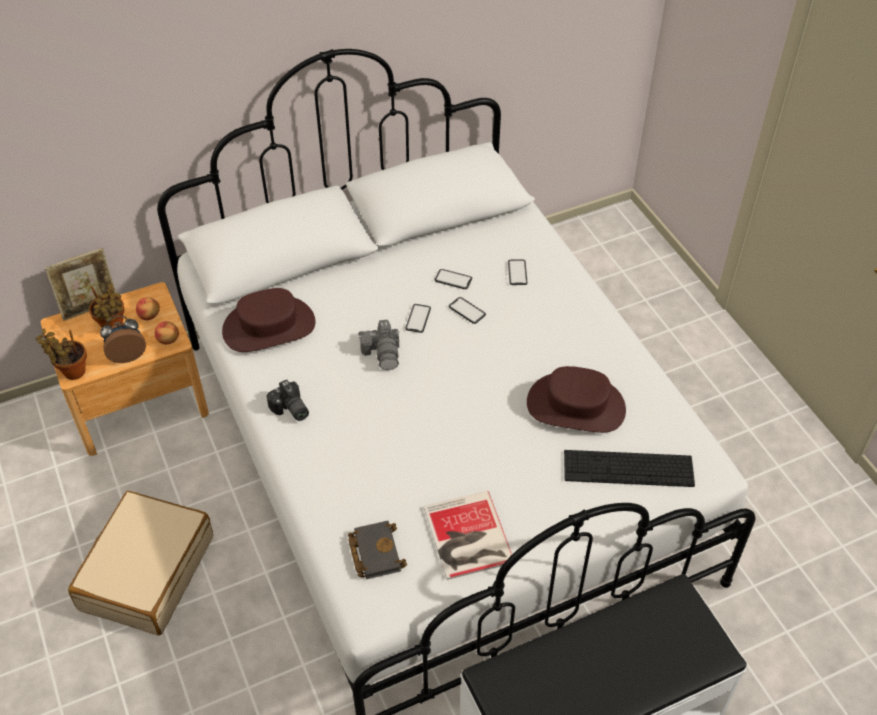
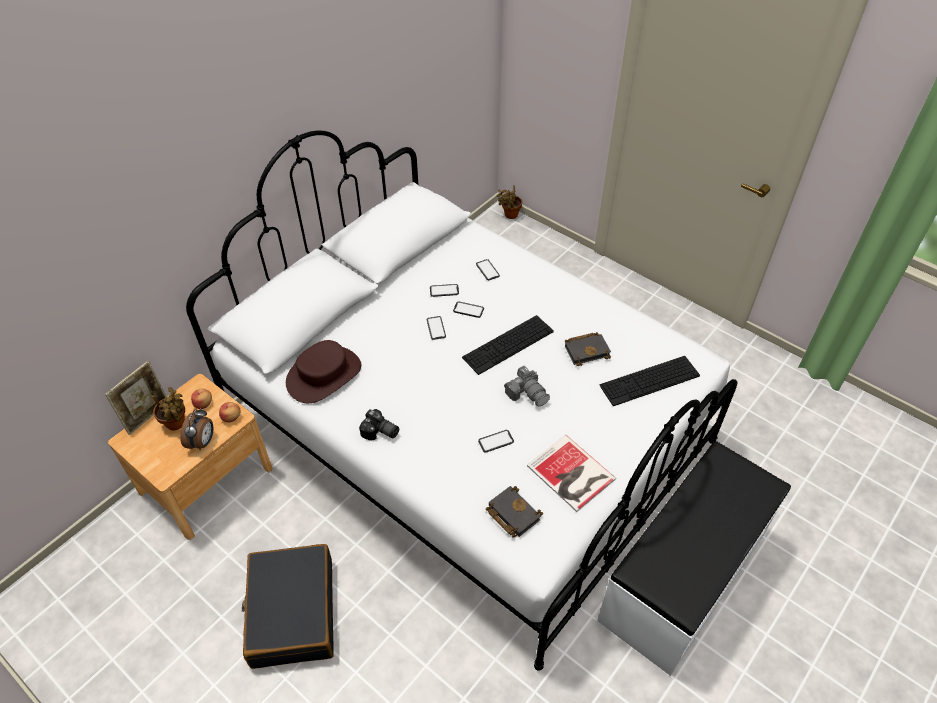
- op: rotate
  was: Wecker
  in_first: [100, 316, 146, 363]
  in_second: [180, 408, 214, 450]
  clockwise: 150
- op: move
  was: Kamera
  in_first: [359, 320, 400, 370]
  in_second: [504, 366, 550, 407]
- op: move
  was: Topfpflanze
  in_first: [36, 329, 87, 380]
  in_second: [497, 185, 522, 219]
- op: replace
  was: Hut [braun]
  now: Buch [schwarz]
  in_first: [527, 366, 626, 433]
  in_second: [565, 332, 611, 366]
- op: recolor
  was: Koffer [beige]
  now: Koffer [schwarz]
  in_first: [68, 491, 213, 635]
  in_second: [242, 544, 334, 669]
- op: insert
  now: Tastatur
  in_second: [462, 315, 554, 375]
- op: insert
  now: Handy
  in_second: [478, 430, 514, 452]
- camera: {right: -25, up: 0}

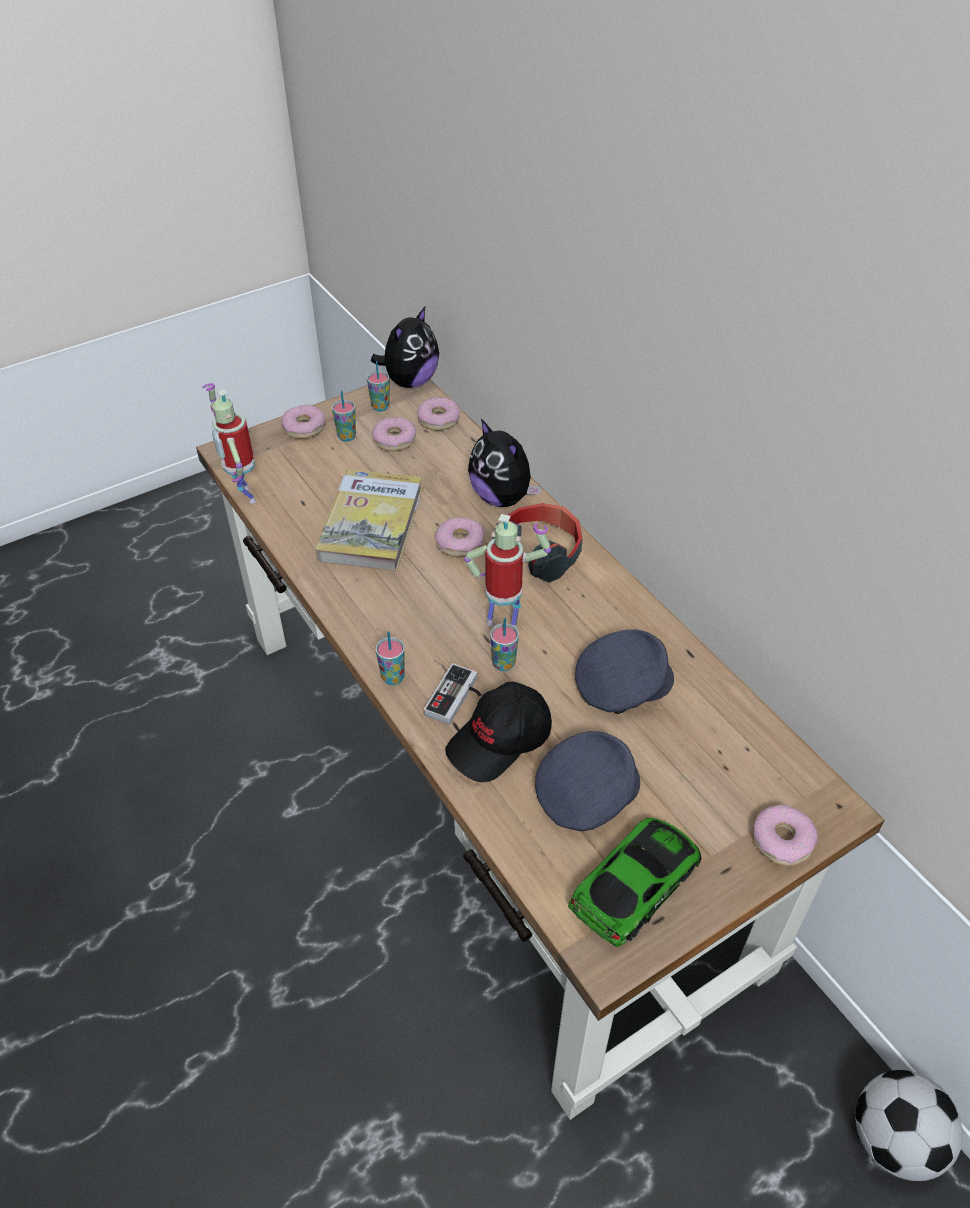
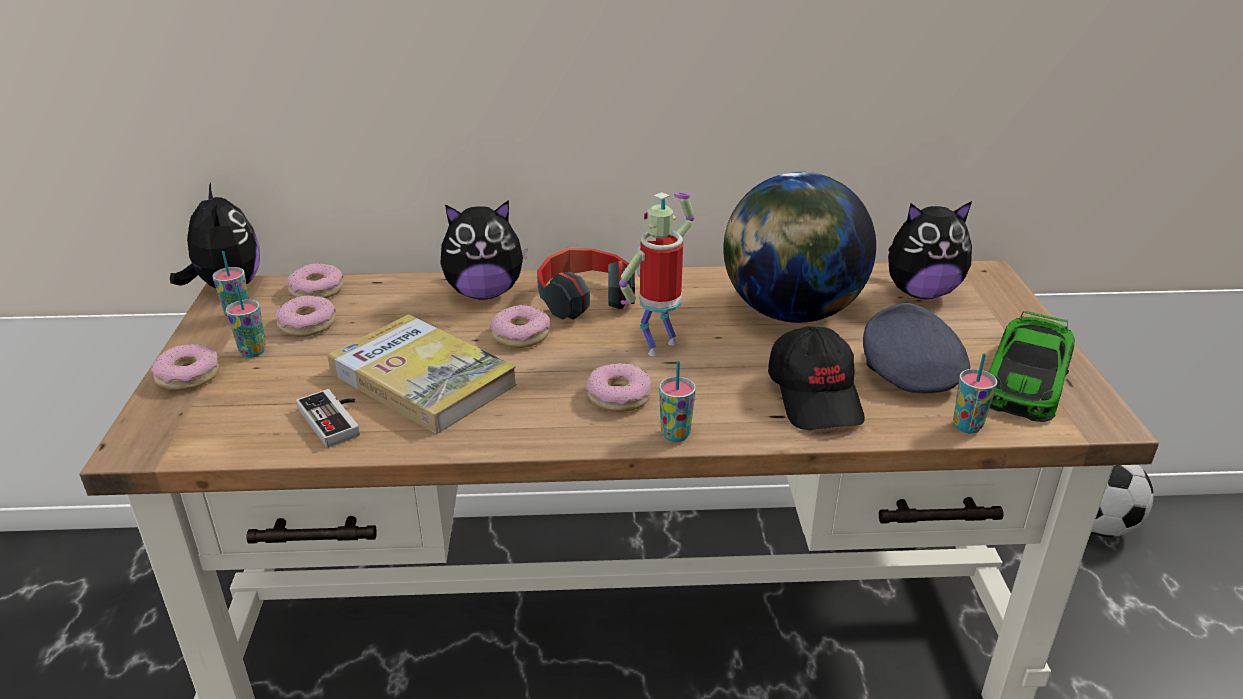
- op: delete
  was: Spielzeugroboter
  in_first: [202, 383, 256, 504]
- op: move
  was: Tasse
  in_first: [490, 617, 519, 671]
  in_second: [953, 353, 997, 434]
- op: replace
  was: Kappe [grau]
  now: Globus
  in_first: [575, 629, 674, 714]
  in_second: [723, 172, 876, 323]
- op: move
  was: Gamepad
  in_first: [424, 663, 481, 725]
  in_second: [296, 389, 360, 448]
- op: move
  was: Donut
  in_first: [753, 805, 817, 866]
  in_second: [586, 363, 651, 412]
- op: rotate
  was: Spielzeugauto
  in_first: [568, 818, 702, 947]
  in_second: [989, 310, 1075, 422]
  clockwise: -135
- op: insert
  now: Plüschtier
  in_second: [888, 201, 972, 299]
- camera: {right: -60, up: -15}

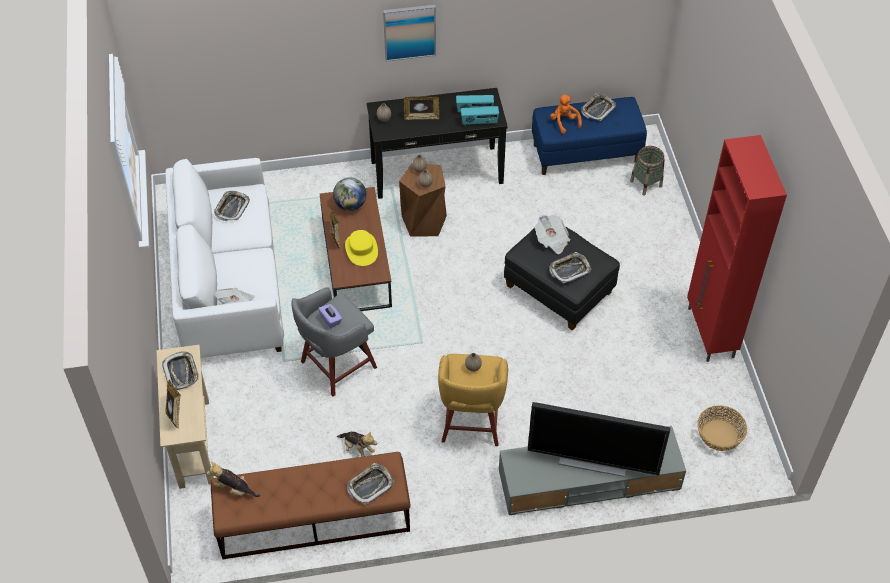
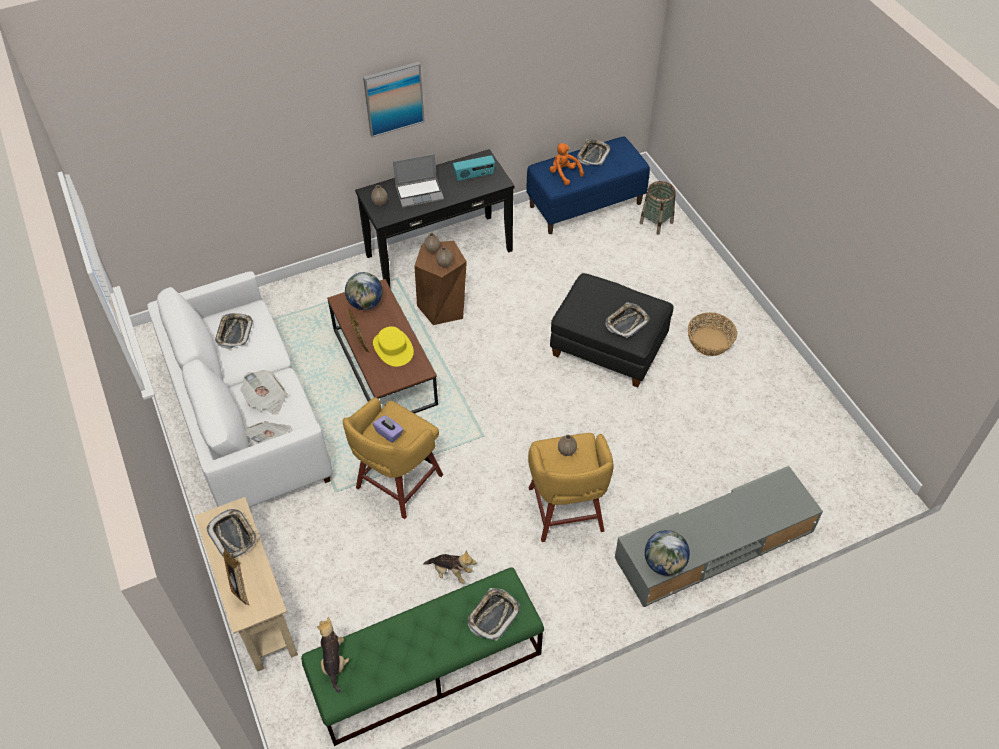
- op: replace
  was: Bilderrahmen
  now: Laptop
  in_first: [404, 96, 439, 120]
  in_second: [393, 154, 444, 208]
- op: delete
  was: Radio
  in_first: [461, 106, 499, 126]
- op: delete
  was: Schrank [rot]
  in_first: [687, 135, 787, 362]
- op: move
  was: Zeitung
  in_first: [535, 215, 570, 254]
  in_second: [241, 370, 288, 415]
- op: recolor
  was: Hocker [grau]
  now: Hocker [gelb]
  in_first: [291, 287, 377, 397]
  in_second: [343, 397, 443, 519]
- op: delete
  was: Fernseher
  in_first: [528, 402, 670, 477]
- op: move
  was: Korb
  in_first: [697, 406, 747, 451]
  in_second: [688, 312, 737, 356]
- op: recolor
  was: Bank [braun]
  now: Bank [grün]
  in_first: [211, 452, 411, 560]
  in_second: [301, 567, 544, 746]
- op: rotate
  was: Plüschtier
  in_first: [207, 462, 260, 497]
  in_second: [317, 617, 349, 693]
  clockwise: 75
- op: insert
  now: Globus
  in_second: [645, 530, 690, 576]
- camera: {right: -15, up: 0}

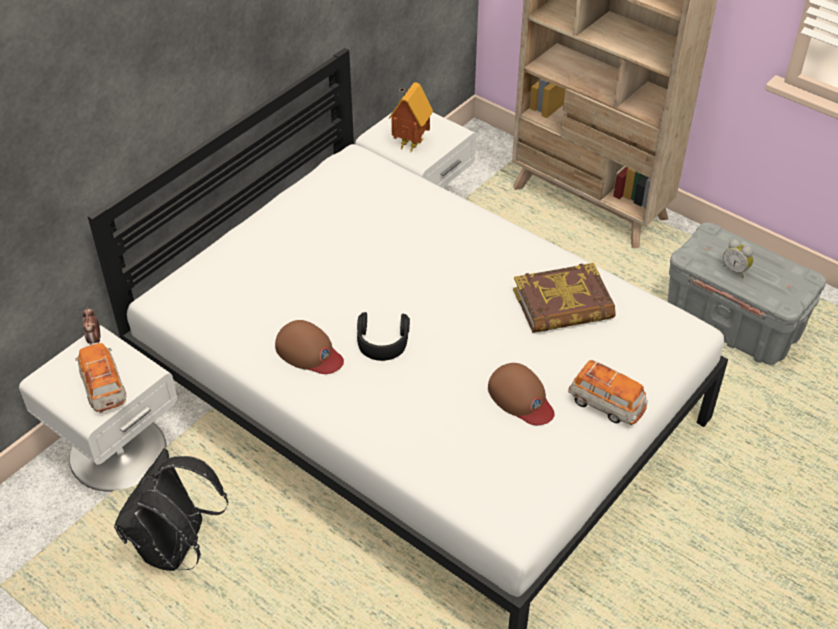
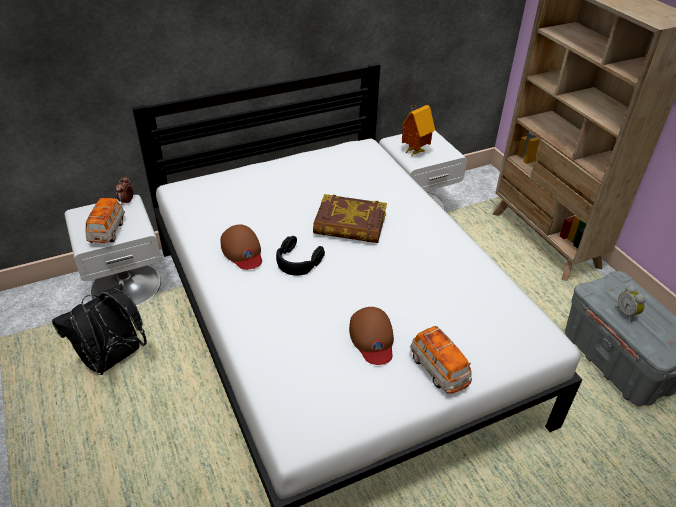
- op: move
  was: Buch
  in_first: [513, 263, 616, 333]
  in_second: [313, 194, 387, 243]
- camera: {right: 25, up: -5}

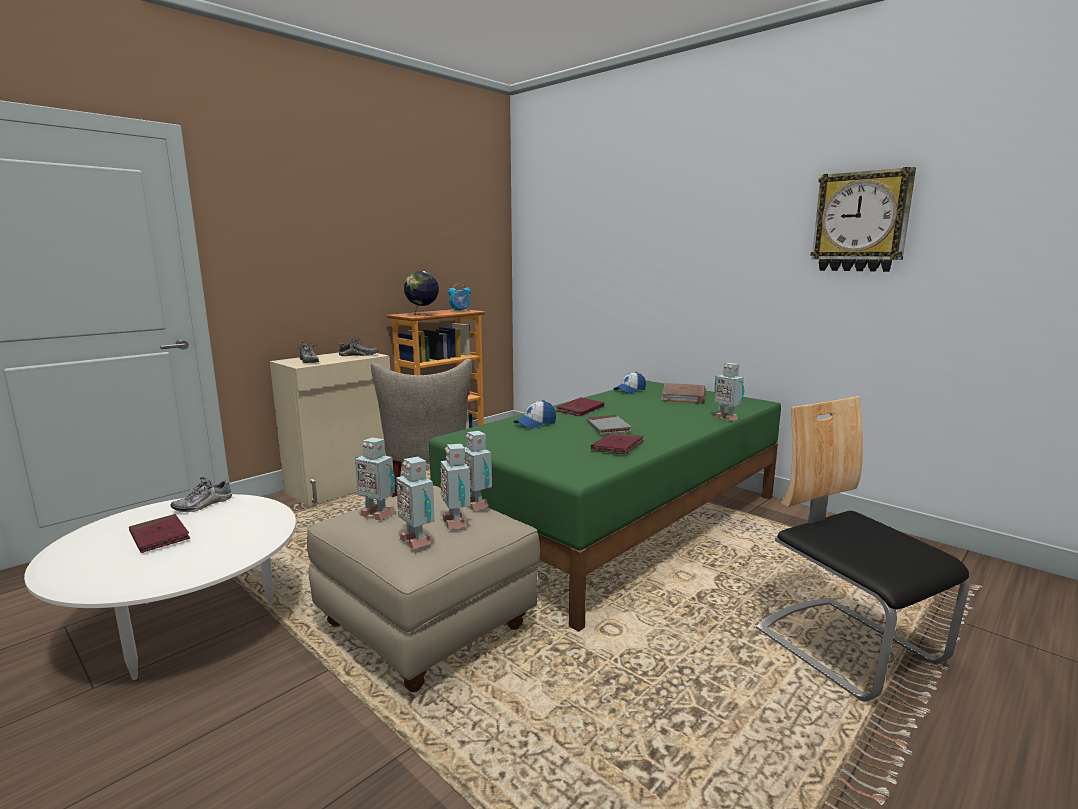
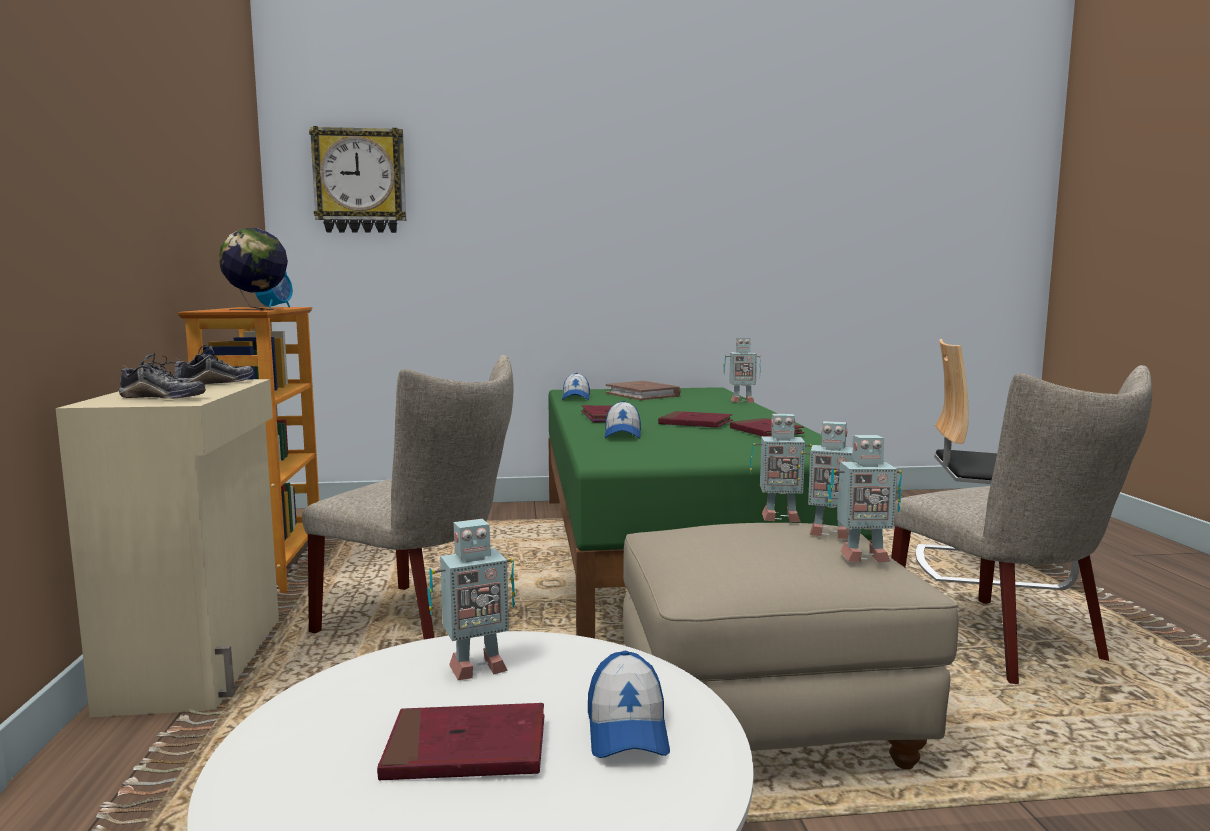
- op: move
  was: Wanduhr
  in_first: [811, 167, 916, 272]
  in_second: [309, 126, 406, 233]
- op: recolor
  was: Buch [grau]
  now: Buch [rot]
  in_first: [586, 415, 632, 434]
  in_second: [658, 411, 733, 428]
- op: move
  was: Spielzeugroboter
  in_first: [355, 437, 395, 521]
  in_second: [427, 519, 515, 680]
- op: delete
  was: Schuh
  in_first: [170, 477, 232, 512]
- op: insert
  now: Stuhl [beige]
  in_second: [891, 365, 1152, 684]
- op: insert
  now: Kappe
  in_second: [588, 651, 670, 758]
- camera: {right: -50, up: -5}

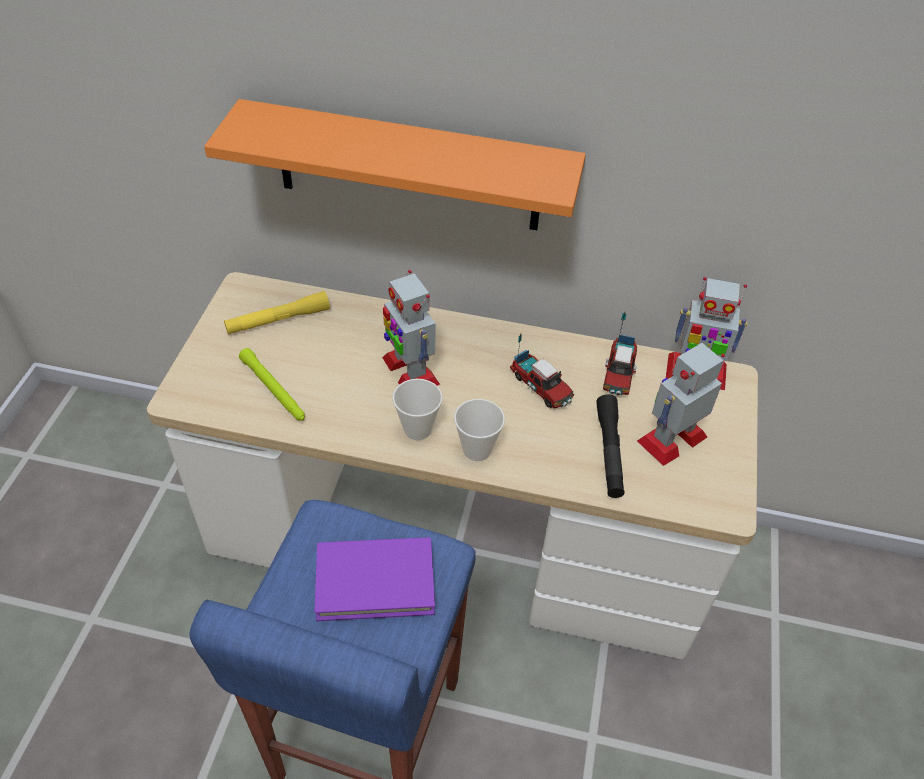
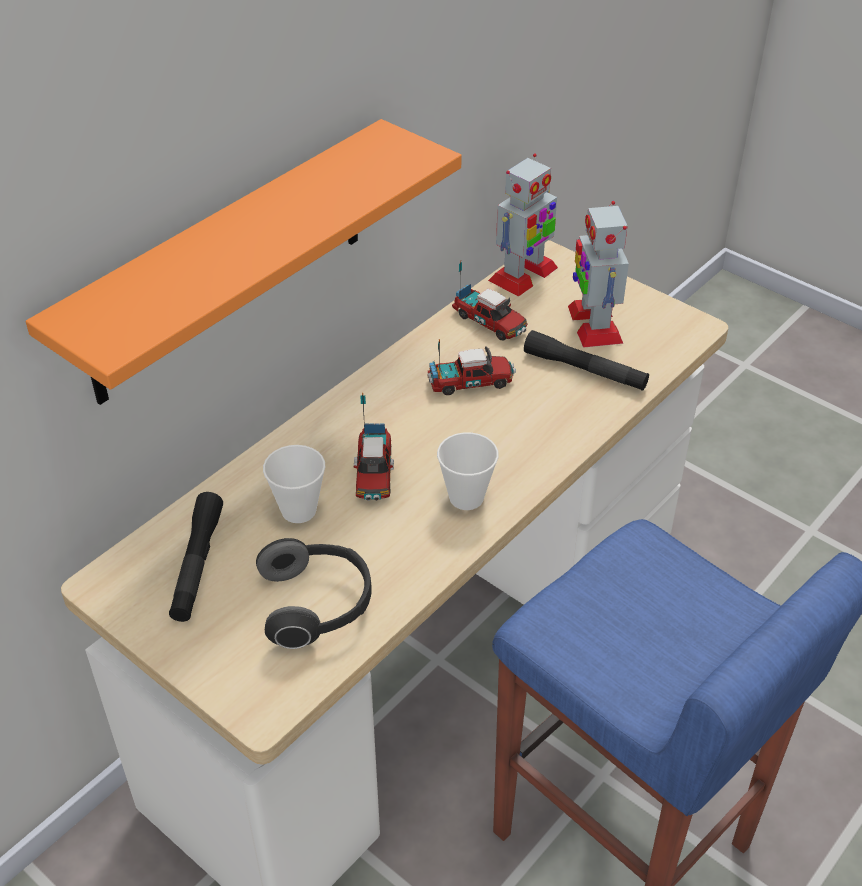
- op: replace
  was: Spielzeugroboter
  now: Spielzeuglaster
  in_first: [382, 270, 440, 386]
  in_second: [353, 393, 394, 501]
- op: recolor
  was: Taschenlampe [gelb]
  now: Taschenlampe [schwarz]
  in_first: [224, 291, 330, 335]
  in_second: [169, 492, 223, 622]
- op: replace
  was: Taschenlampe [grün]
  now: Kopfhörer
  in_first: [239, 348, 305, 421]
  in_second: [256, 538, 372, 649]
- op: move
  was: Tasse
  in_first: [454, 399, 505, 461]
  in_second: [263, 445, 325, 523]
- op: delete
  was: Buch [lila]
  in_first: [315, 537, 435, 621]
- camera: {right: -60, up: -5}

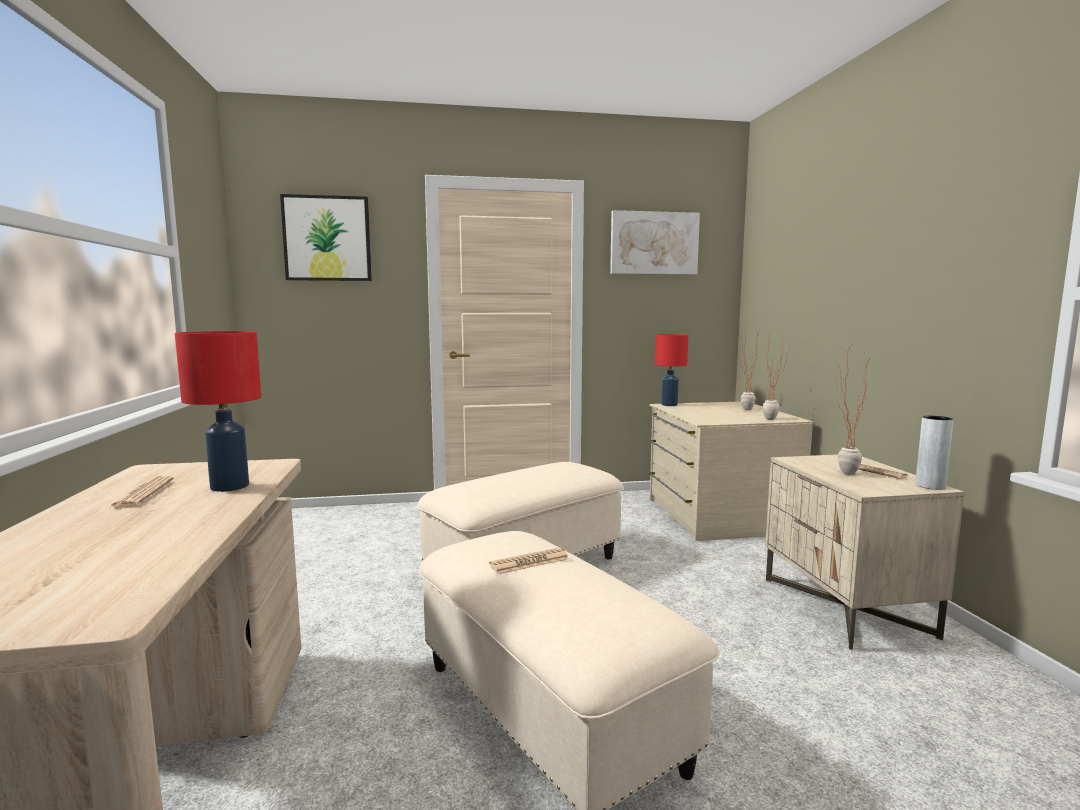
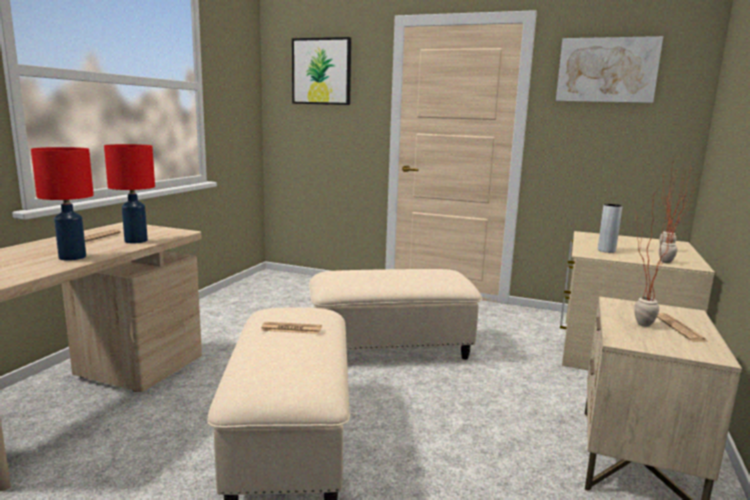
- op: move
  was: Tischlampe [rot]
  in_first: [655, 334, 688, 406]
  in_second: [31, 147, 94, 261]
- op: move
  was: Vase [grau]
  in_first: [915, 416, 954, 490]
  in_second: [598, 204, 622, 253]
- camera: {right: 30, up: 5}

